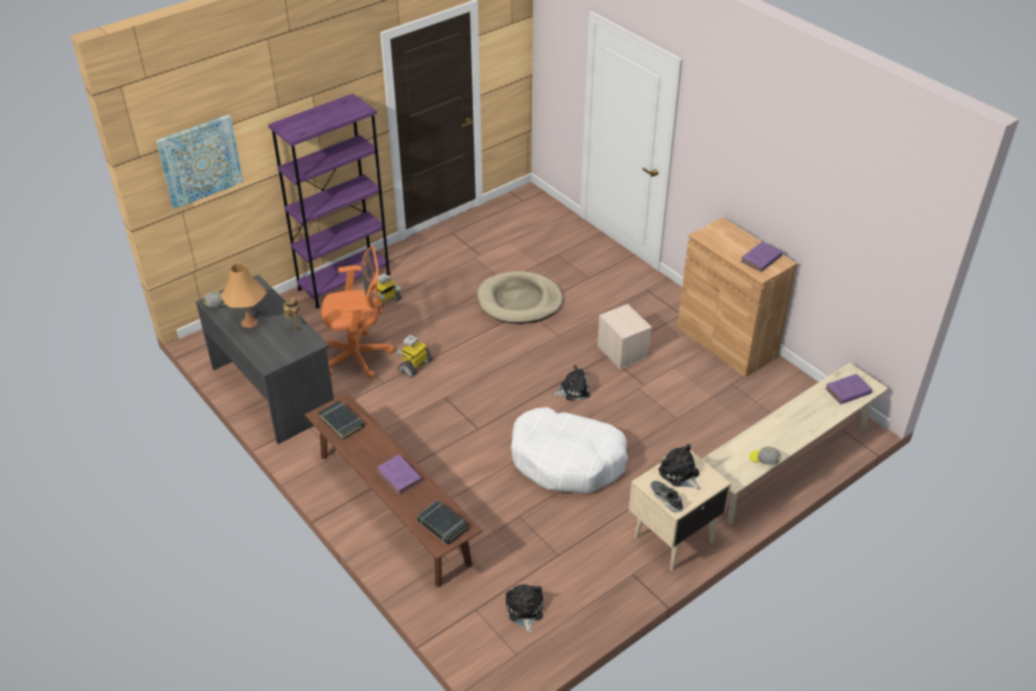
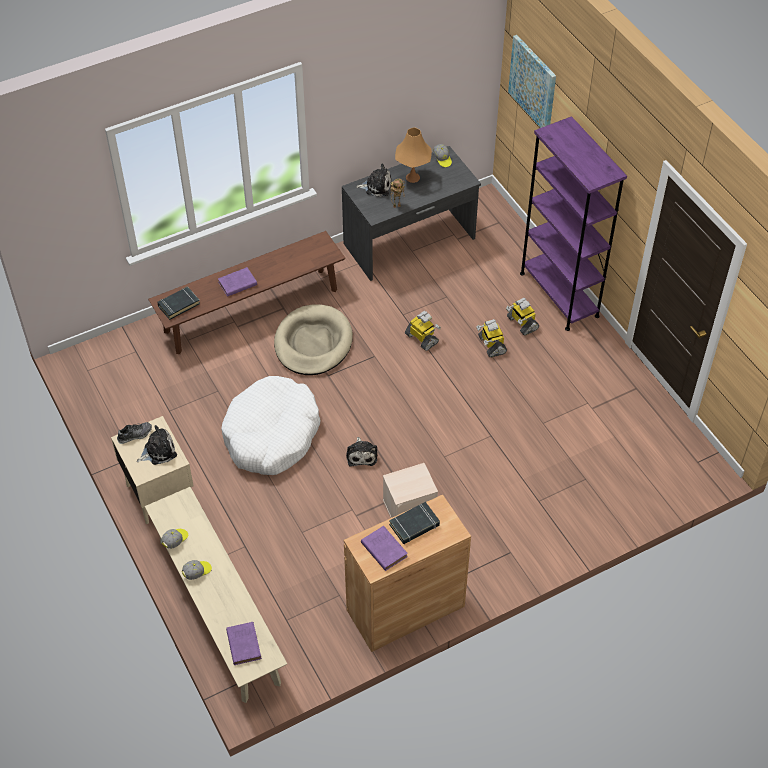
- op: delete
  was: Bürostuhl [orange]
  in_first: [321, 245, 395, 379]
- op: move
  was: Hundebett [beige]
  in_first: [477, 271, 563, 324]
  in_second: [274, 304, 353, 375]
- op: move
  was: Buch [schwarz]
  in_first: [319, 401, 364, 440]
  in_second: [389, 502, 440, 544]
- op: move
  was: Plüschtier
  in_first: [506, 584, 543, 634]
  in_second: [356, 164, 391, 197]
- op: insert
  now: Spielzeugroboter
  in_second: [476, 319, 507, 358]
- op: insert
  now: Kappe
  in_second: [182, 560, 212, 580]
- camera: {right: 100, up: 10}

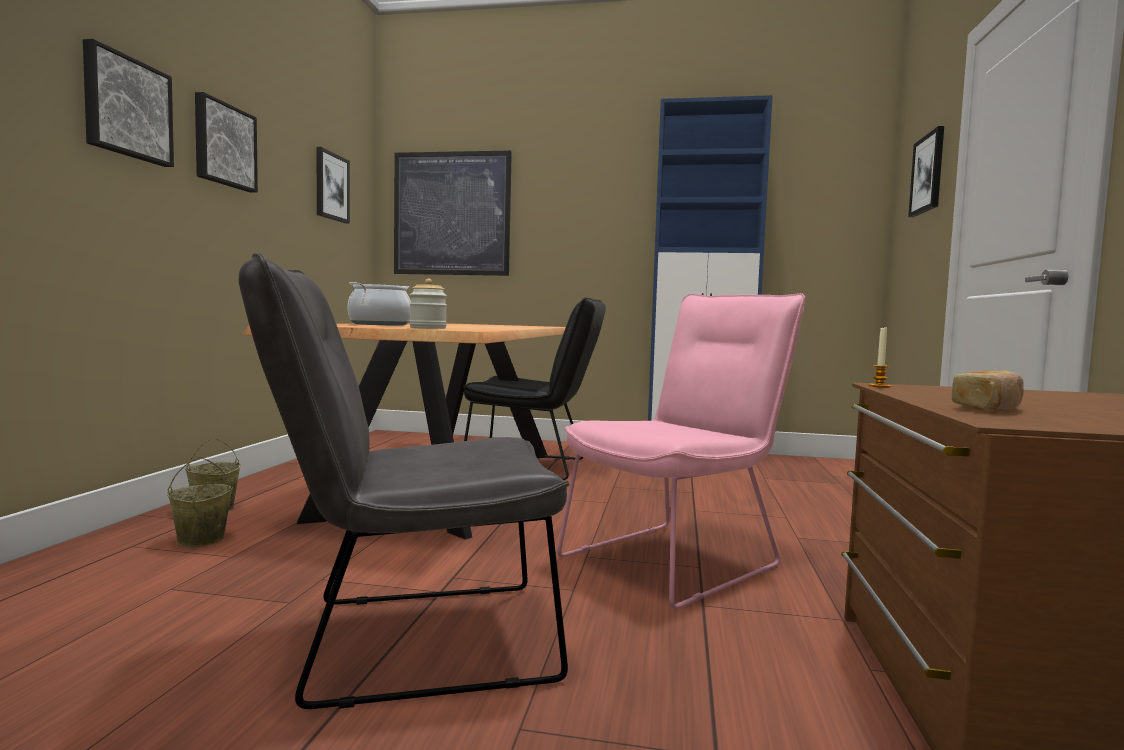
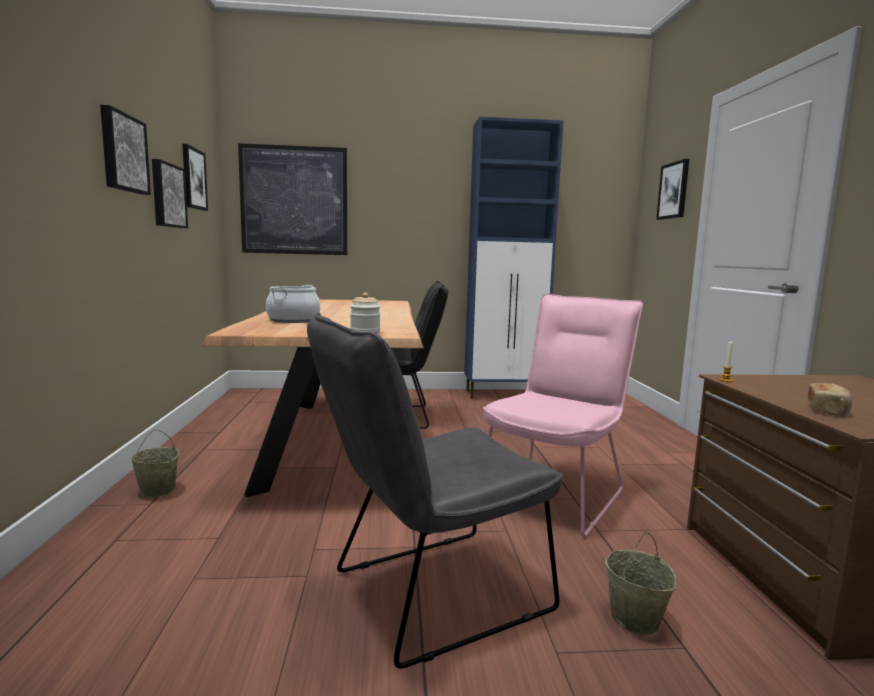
- op: move
  was: Bild
  in_first: [83, 39, 174, 167]
  in_second: [152, 159, 188, 228]
- op: move
  was: Eimer [beige]
  in_first: [167, 457, 233, 547]
  in_second: [605, 532, 677, 636]
- camera: {right: -15, up: 5}

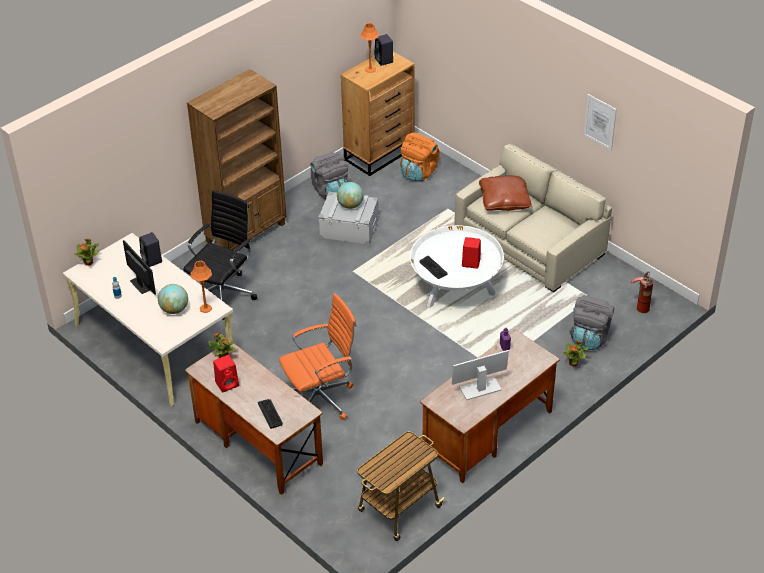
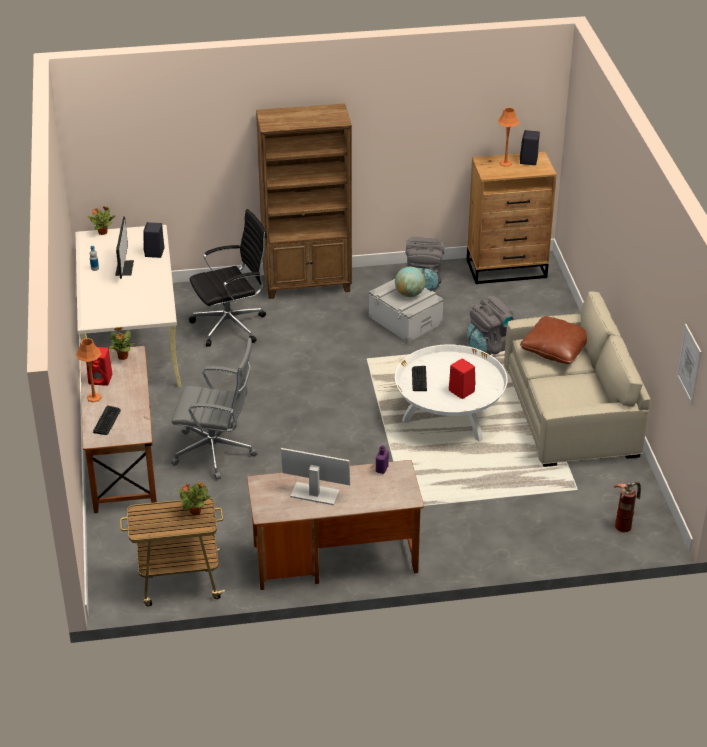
- op: move
  was: Bild
  in_first: [583, 94, 617, 150]
  in_second: [677, 324, 701, 405]
- op: delete
  was: Rucksack [orange]
  in_first: [400, 132, 439, 182]
- op: move
  was: Tischlampe [orange]
  in_first: [191, 261, 212, 313]
  in_second: [76, 338, 102, 403]
- op: delete
  was: Globus
  in_first: [158, 284, 188, 314]
- op: recolor
  was: Bürostuhl [orange]
  now: Bürostuhl [grau]
  in_first: [279, 293, 356, 420]
  in_second: [171, 338, 257, 480]
- op: move
  was: Rucksack [grau]
  in_first: [569, 295, 614, 350]
  in_second: [467, 296, 514, 355]
- op: move
  was: Topfpflanze
  in_first: [563, 340, 589, 366]
  in_second: [177, 481, 211, 515]
- camera: {right: 35, up: -5}

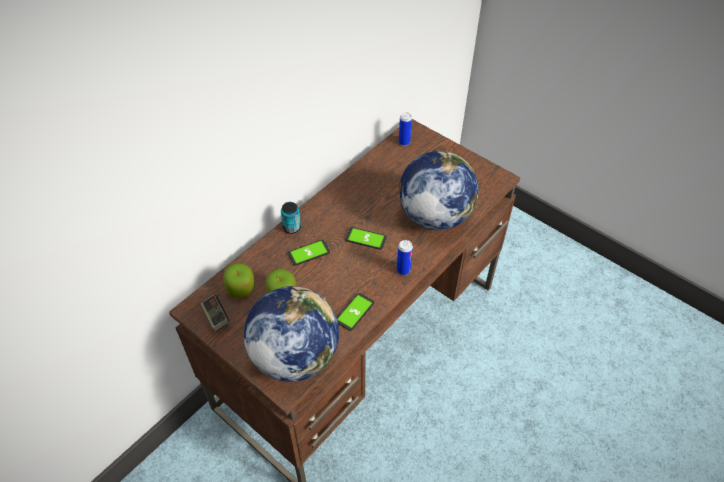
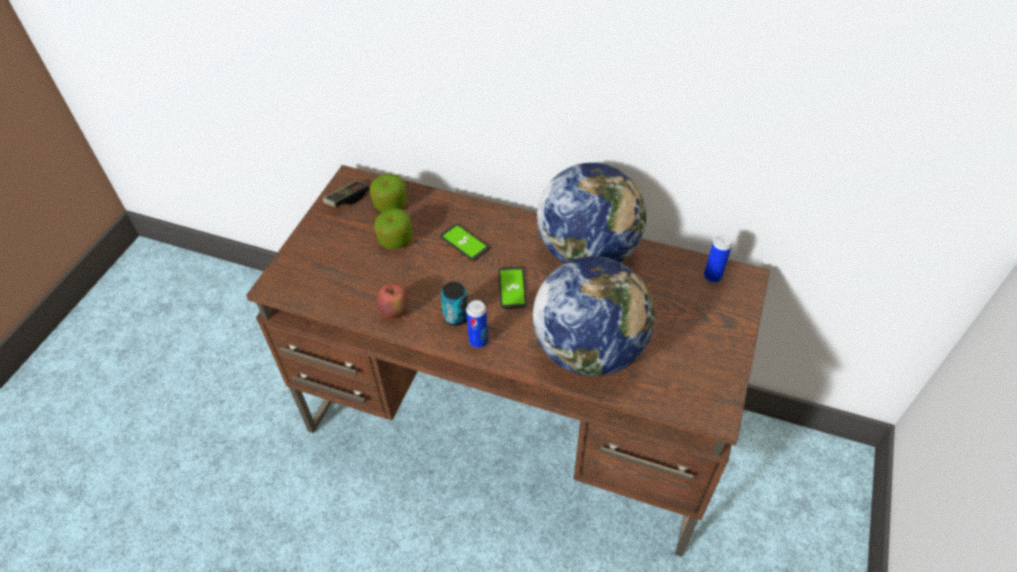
- op: move
  was: Dose
  in_first: [281, 202, 301, 234]
  in_second: [441, 282, 468, 326]
- op: move
  was: Globus
  in_first: [244, 286, 339, 382]
  in_second: [537, 163, 646, 264]
- op: replace
  was: Handy
  now: Apfel
  in_first: [337, 293, 374, 331]
  in_second: [376, 284, 408, 319]
- camera: {right: 70, up: 0}

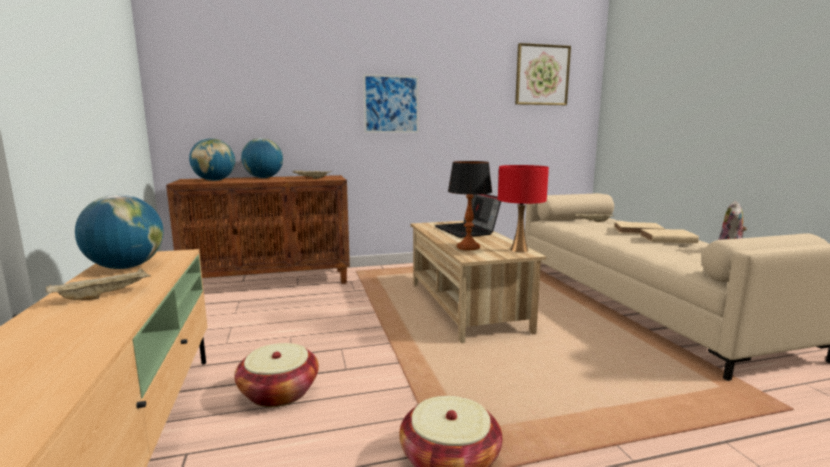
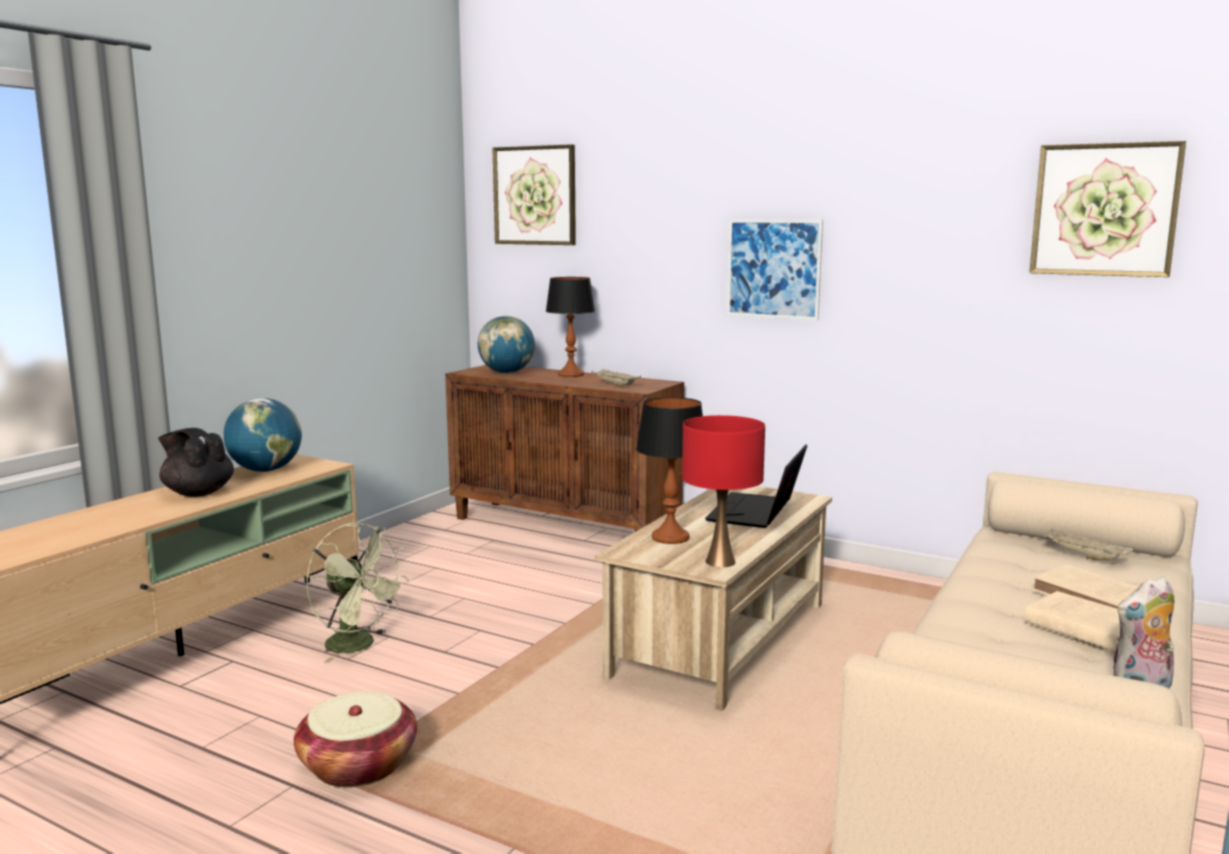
- op: replace
  was: Globus
  now: Tischlampe
  in_first: [241, 138, 283, 178]
  in_second: [546, 277, 595, 377]
- op: replace
  was: Tablett [beige]
  now: Teekanne [schwarz]
  in_first: [45, 268, 151, 300]
  in_second: [158, 428, 234, 497]
- op: replace
  was: Korb
  now: Ventilator [grün]
  in_first: [234, 343, 319, 407]
  in_second: [306, 523, 408, 663]
- op: insert
  now: Bild
  in_second: [492, 144, 576, 245]
- camera: {right: 45, up: 0}

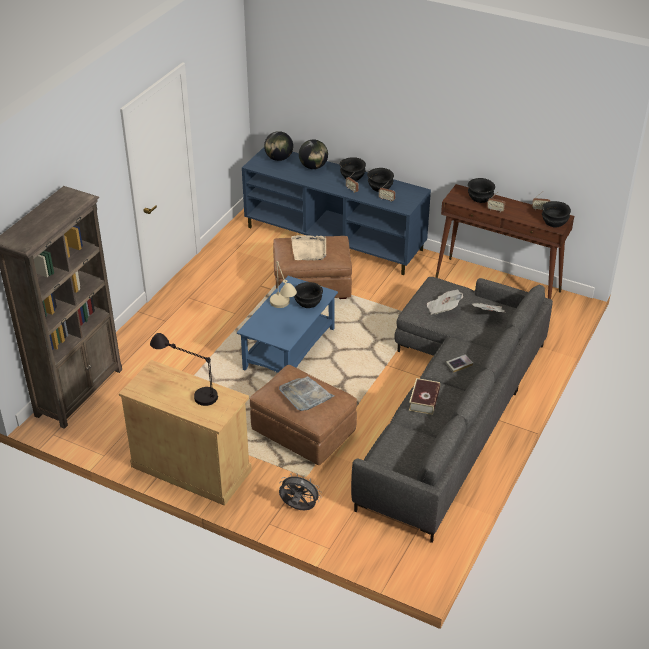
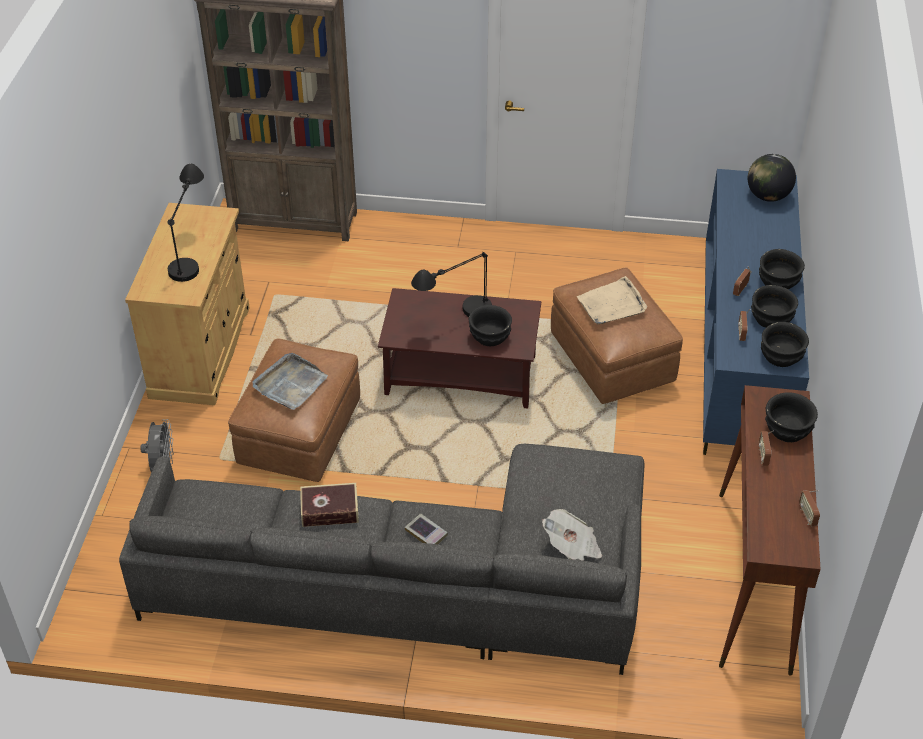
- op: delete
  was: Globus
  in_first: [299, 140, 328, 169]
- op: move
  was: Schüssel [schwarz]
  in_first: [542, 201, 571, 228]
  in_second: [761, 322, 809, 367]
- op: recolor
  was: Tischlampe [beige]
  now: Tischlampe [schwarz]
  in_first: [270, 261, 297, 308]
  in_second: [411, 252, 492, 317]
- op: recolor
  was: Couchtisch [blau]
  now: Couchtisch [braun]
  in_first: [237, 276, 338, 373]
  in_second: [378, 288, 541, 408]
- op: delete
  was: Zeitung
  in_first: [427, 290, 463, 315]
- camera: {right: 70, up: 5}

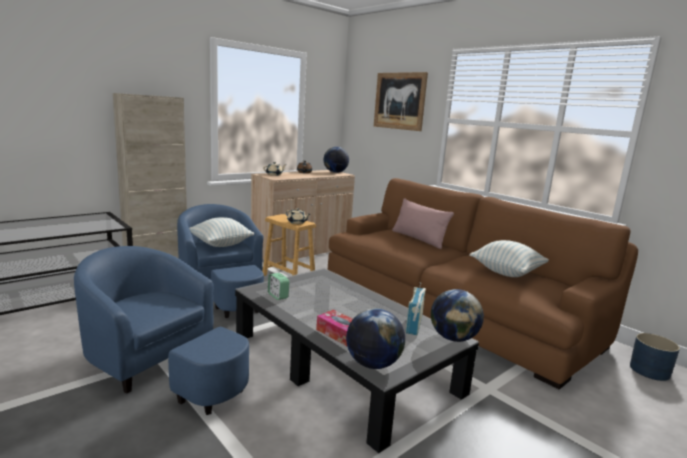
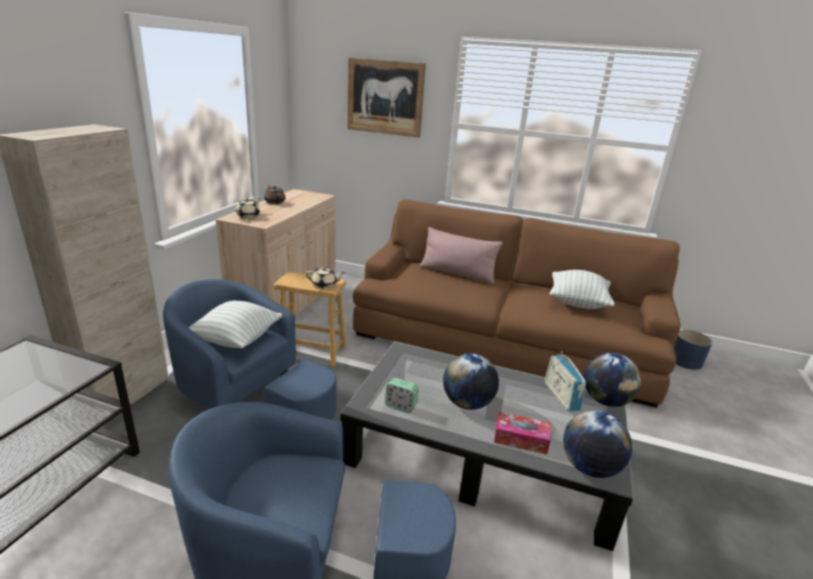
- op: move
  was: Globus
  in_first: [324, 147, 349, 173]
  in_second: [443, 353, 499, 410]
- camera: {right: -30, up: 10}

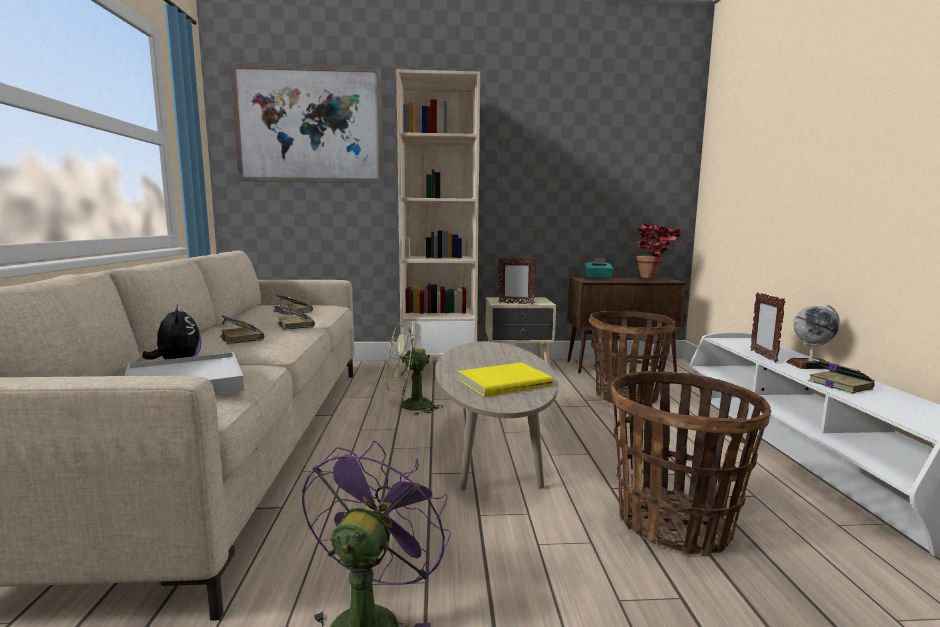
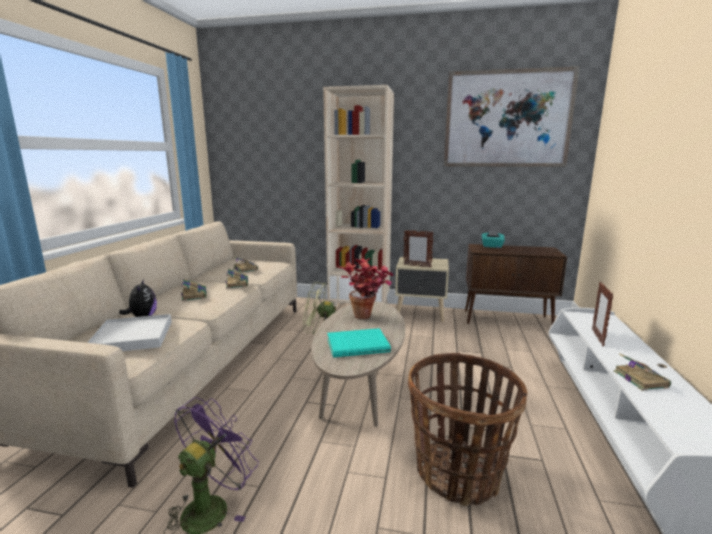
- op: move
  was: Bild
  in_first: [230, 63, 384, 183]
  in_second: [444, 67, 580, 167]
- op: move
  was: Topfpflanze
  in_first: [636, 223, 682, 278]
  in_second: [338, 258, 394, 319]
- op: delete
  was: Globus
  in_first: [786, 304, 840, 369]
- op: delete
  was: Korb
  in_first: [589, 311, 676, 405]
- op: recolor
  was: Buch [gelb]
  now: Buch [türkis]
  in_first: [458, 362, 553, 397]
  in_second: [327, 328, 391, 358]
- camera: {right: 15, up: 5}

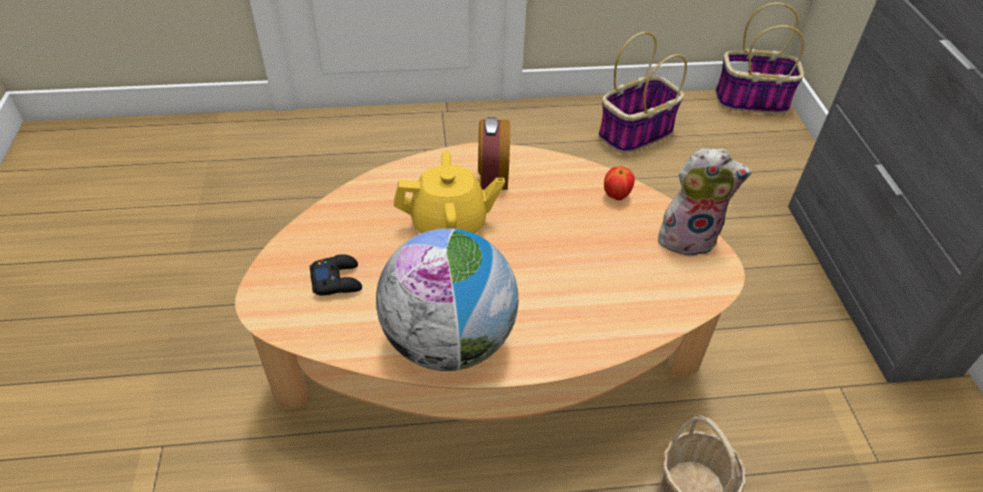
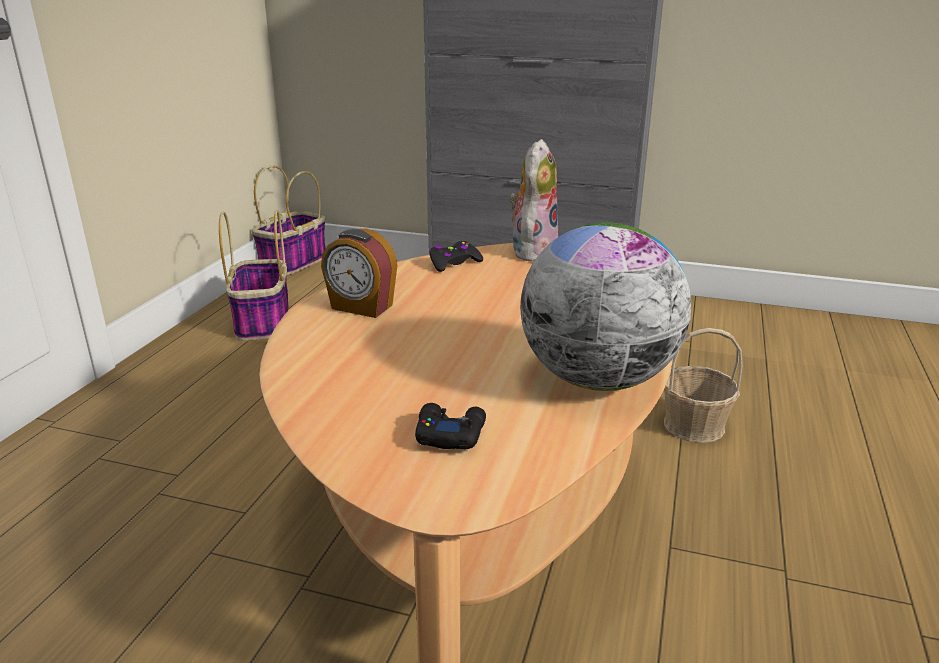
- op: delete
  was: Teekanne [gelb]
  in_first: [394, 151, 505, 234]
- op: replace
  was: Apfel
  now: Gamepad [schwarz]
  in_first: [604, 166, 635, 200]
  in_second: [429, 241, 483, 272]
- camera: {right: -65, up: -20}

